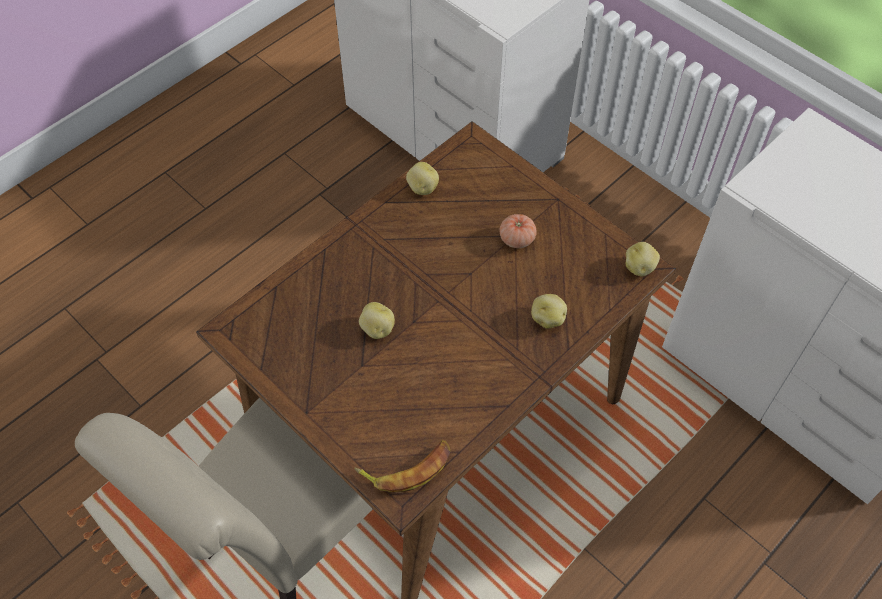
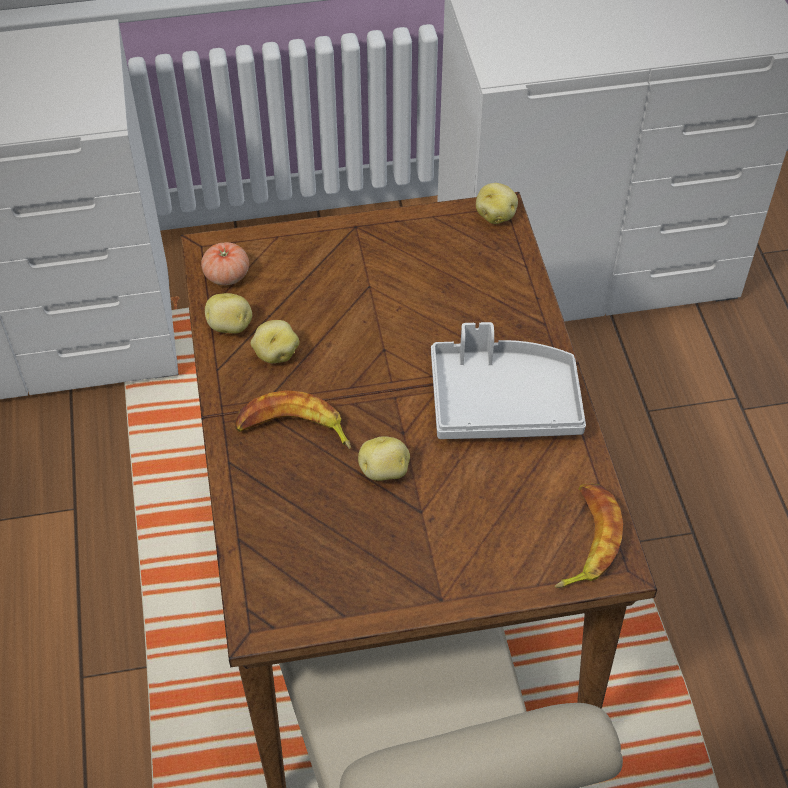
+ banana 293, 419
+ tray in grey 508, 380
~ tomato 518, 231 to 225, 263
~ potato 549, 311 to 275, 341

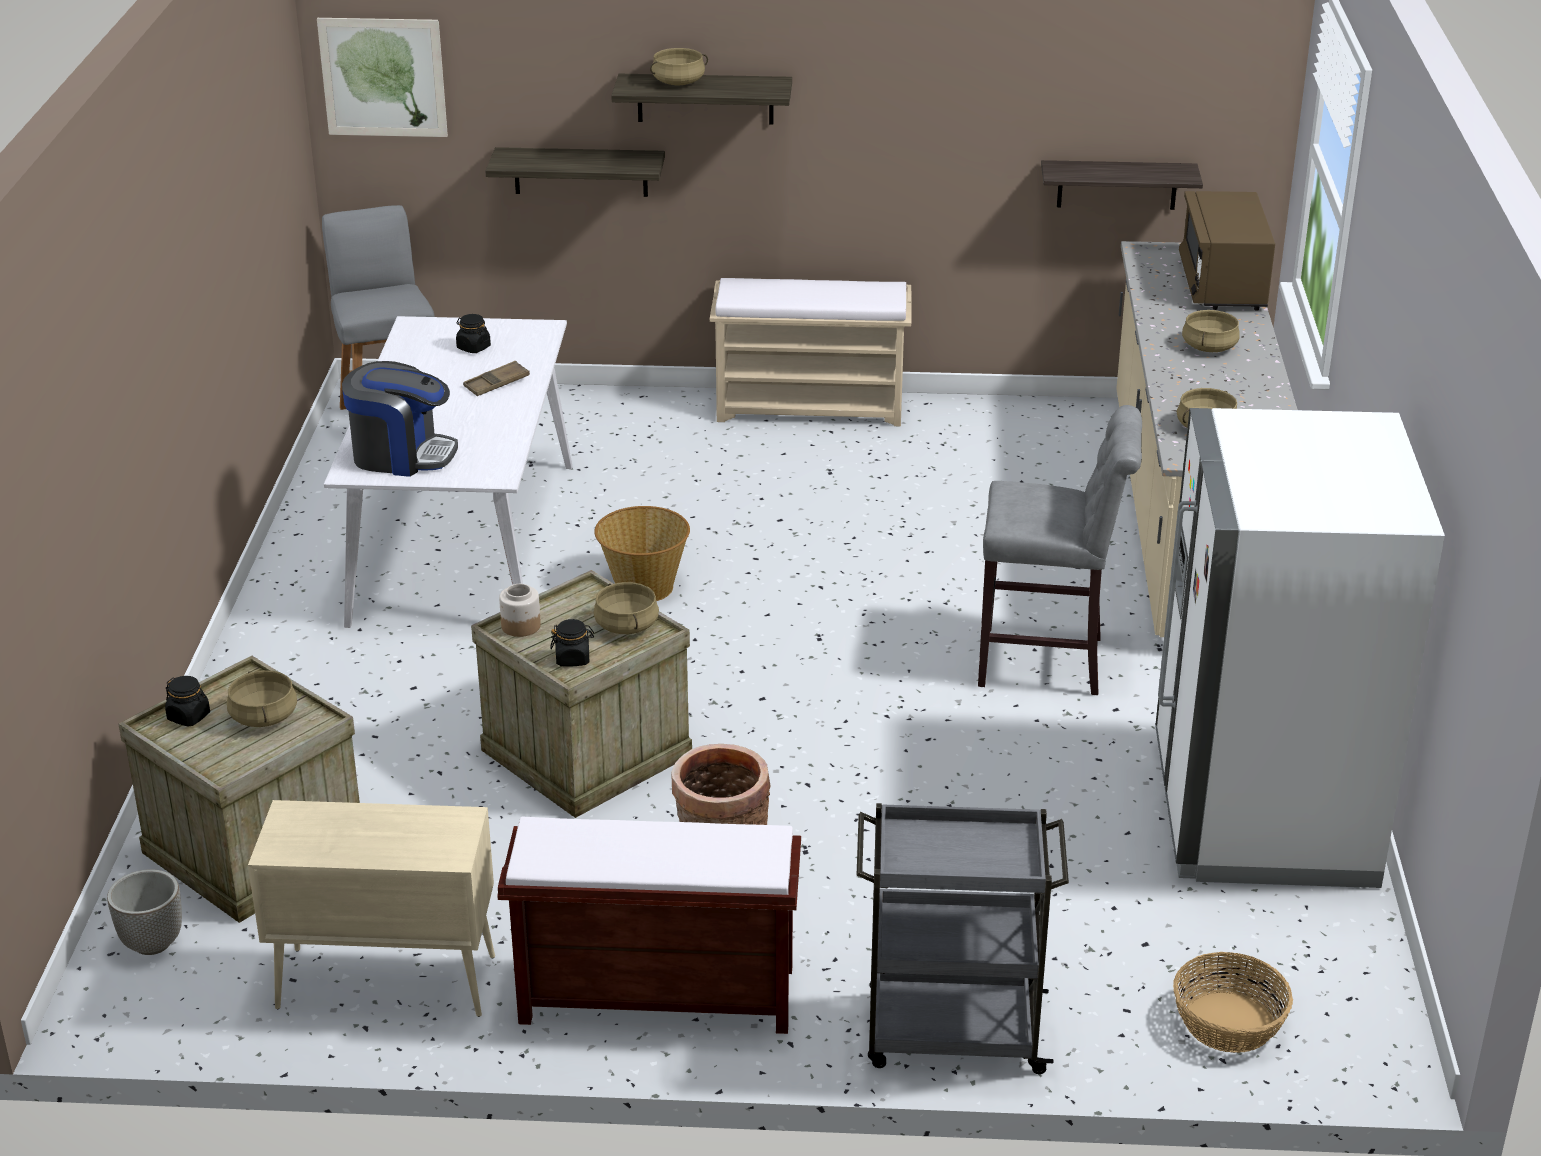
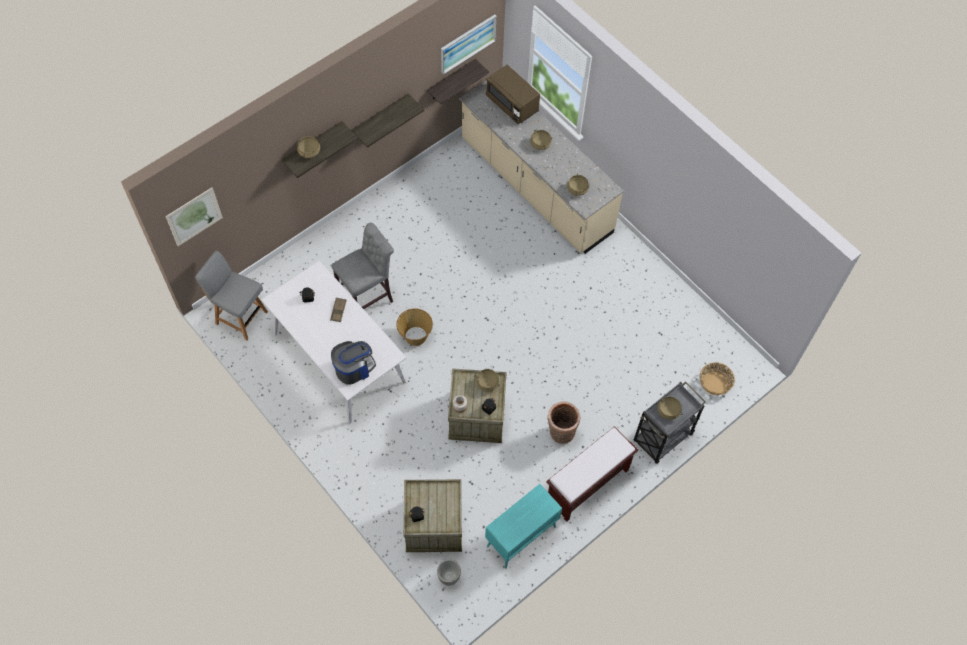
- bench in beige 811, 352
- fridge in white 1300, 648
+ picture 469, 45
~ cooking pot in beige 262, 698 to 669, 408
~ shelf 575, 172 to 387, 120
~ stool in grey 1060, 550 to 362, 266
~ cabinet in beige 371, 908 to cabinet in turquoise 523, 526

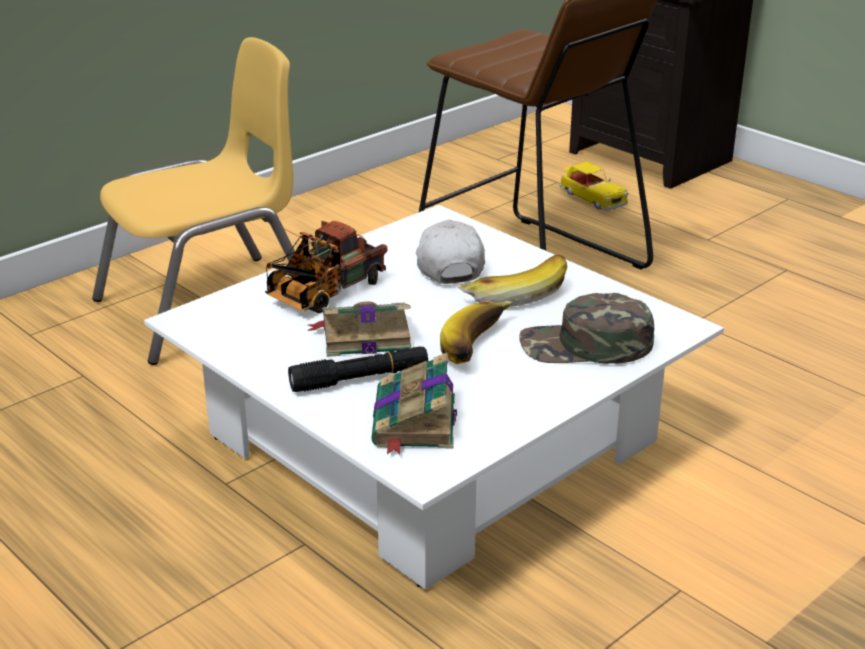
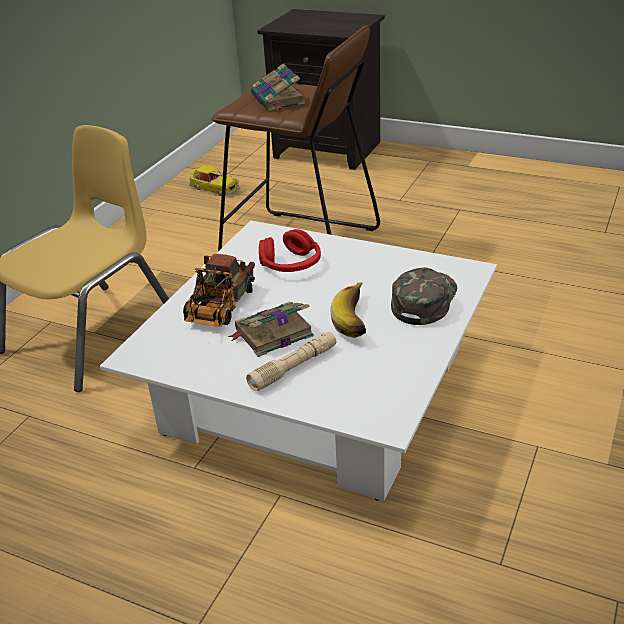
- banana 512, 280
~ book 414, 403 to 278, 87
~ toy car 594, 186 to 214, 180
~ cap in white 450, 252 to headphones in red 290, 250
~ flashlight in black 358, 369 to flashlight in beige 291, 361
~ cap in green 586, 328 = 424, 296 135 degrees clockwise

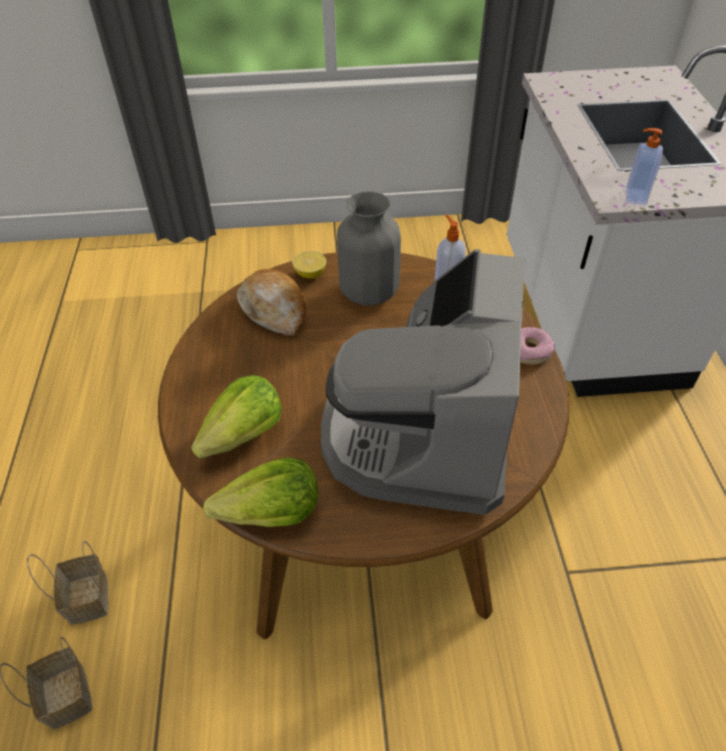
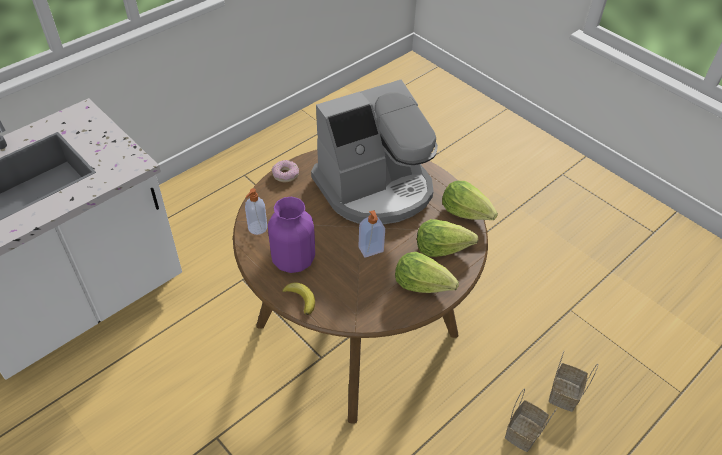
- bread 271, 302
+ lettuce 427, 272
~ soap dispenser 644, 166 to 371, 234
~ lemon 309, 265 to banana 298, 299
~ vase in grey 369, 248 to vase in purple 291, 235

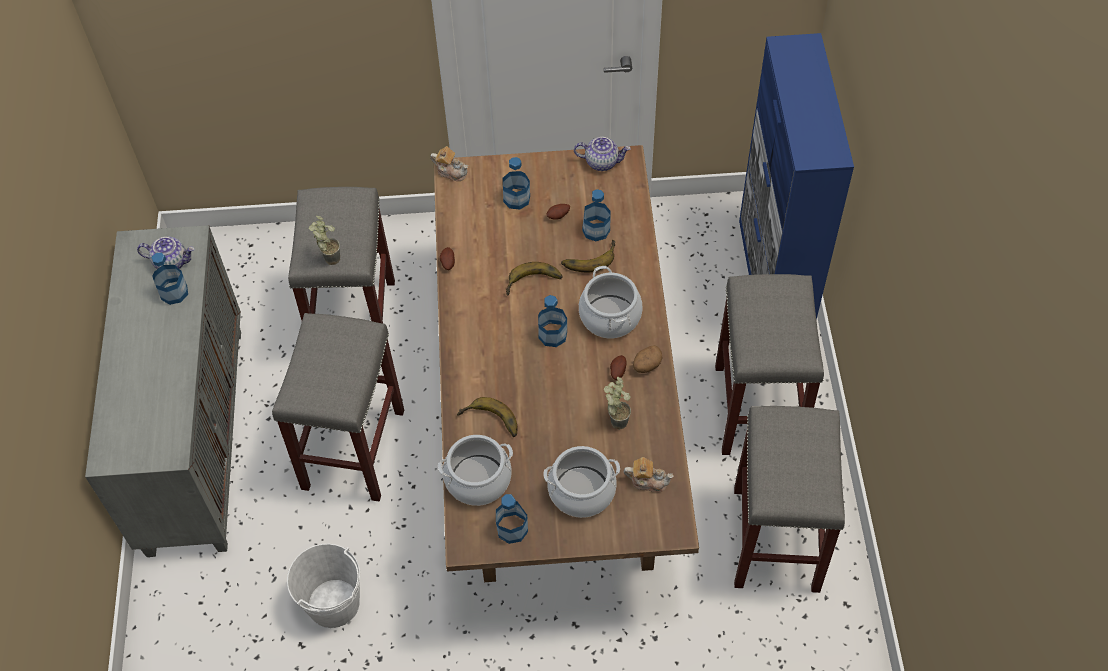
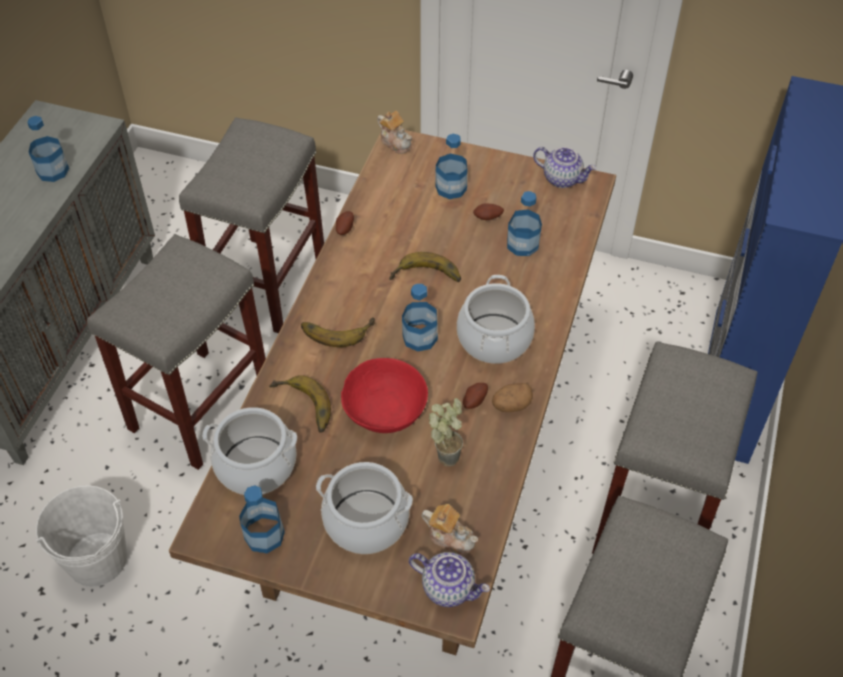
- potted plant 324, 240
+ bowl in red 384, 395
~ teapot 166, 253 to 449, 579
~ banana 588, 256 to 338, 332

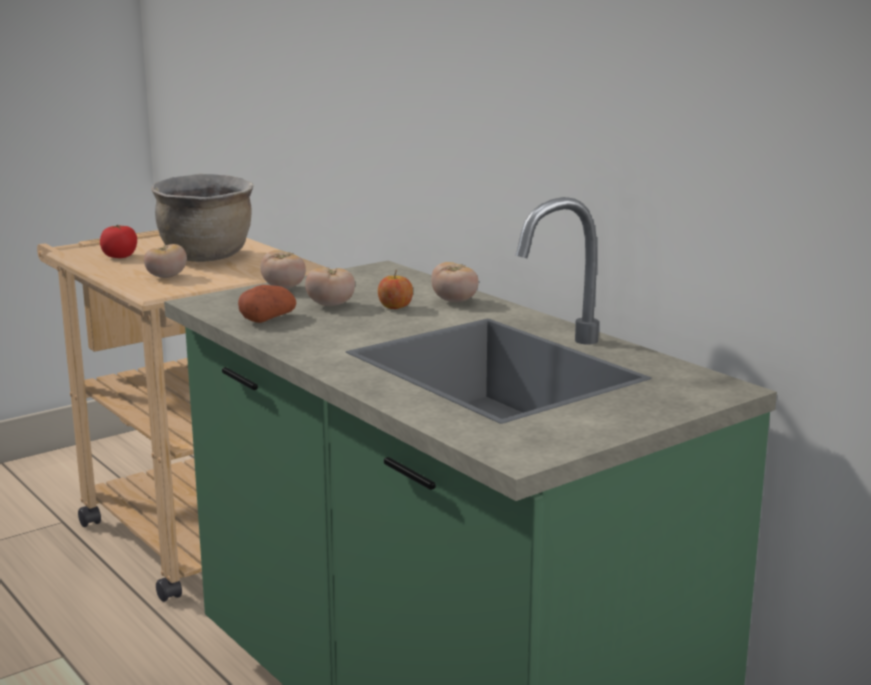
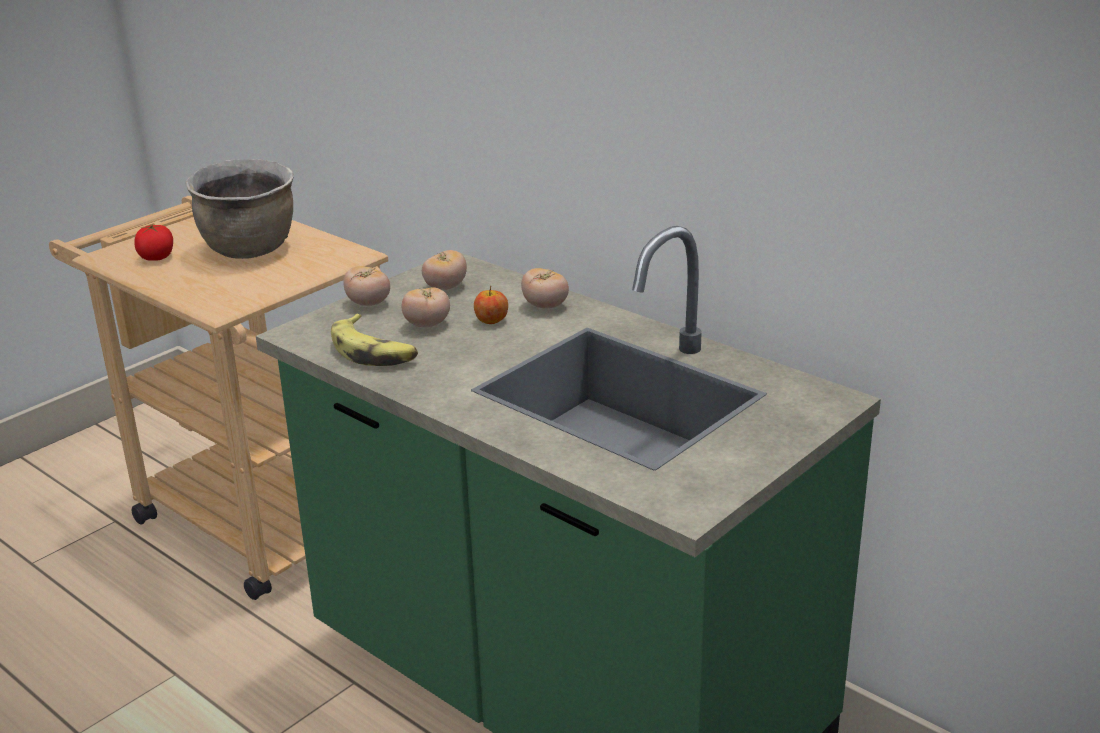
~ tomato 165, 261 to 444, 270
~ potato 267, 304 to banana 374, 340

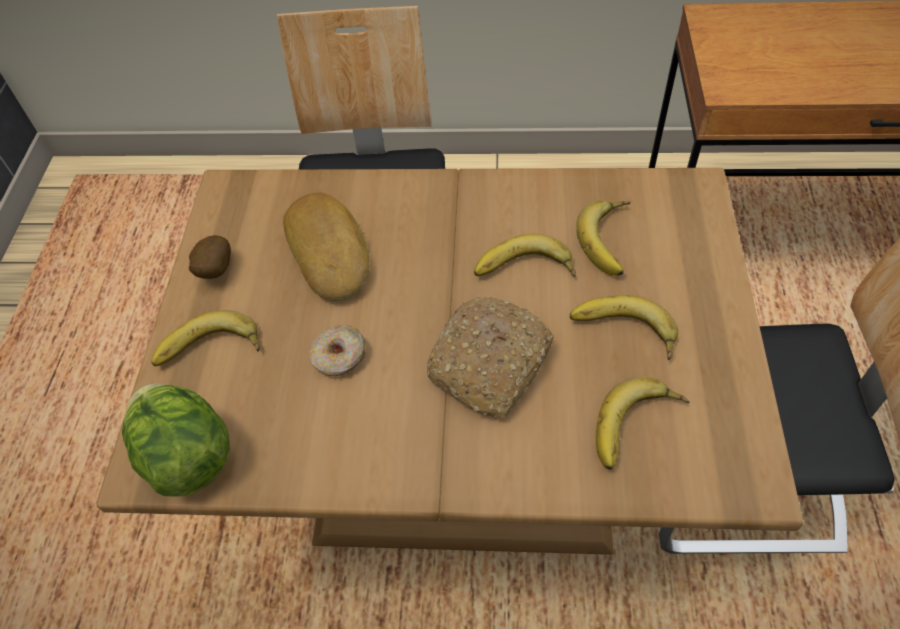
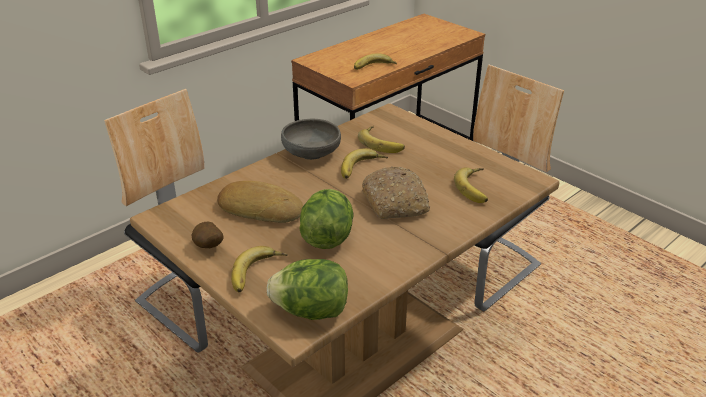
+ bowl in grey 311, 139
~ banana 624, 327 to 375, 61
~ donut 337, 350 to lettuce 326, 219

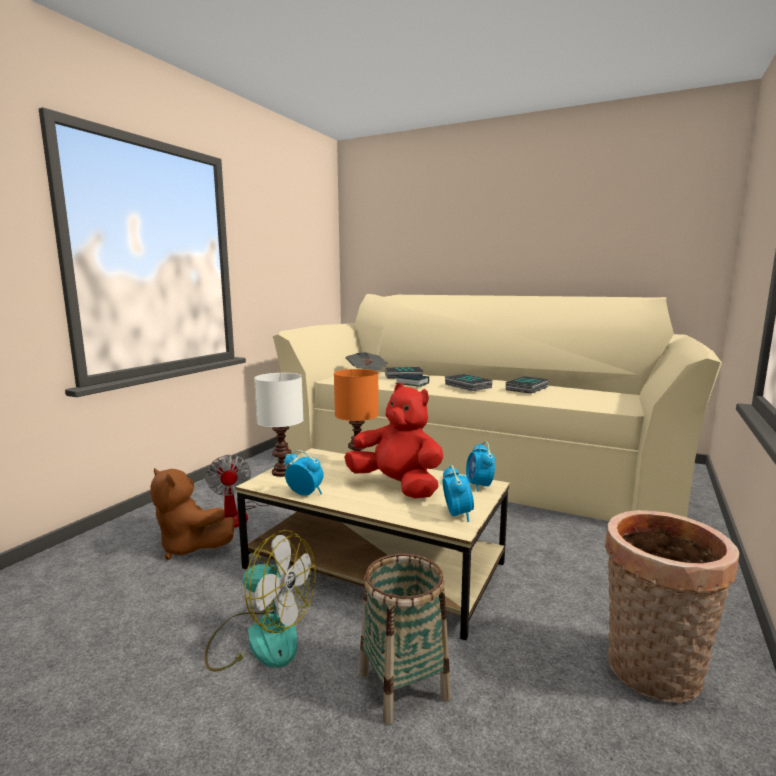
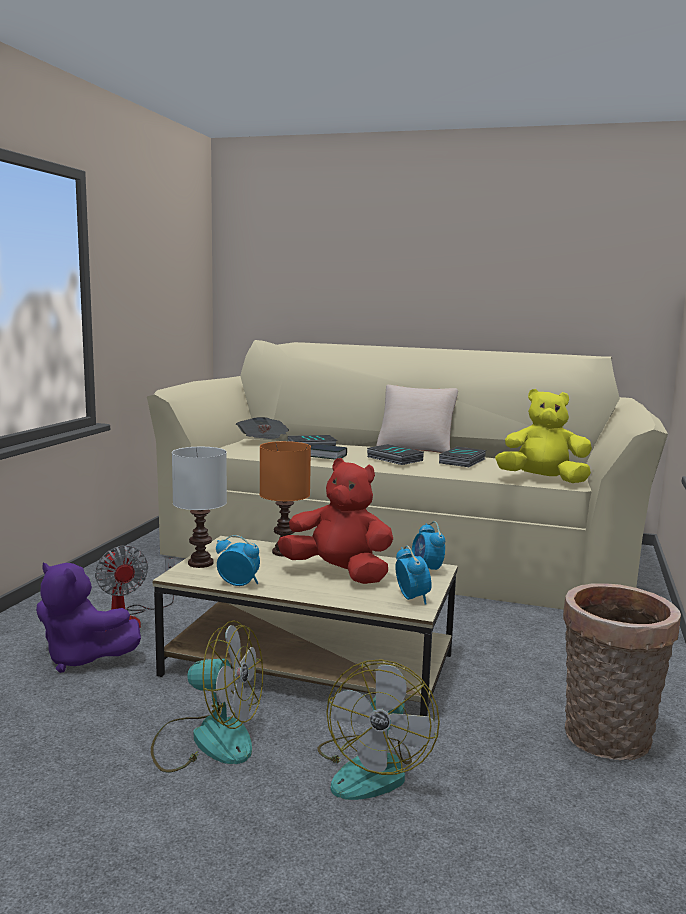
+ pillow in beige 417, 419
+ plush toy in yellow 543, 436
~ basket 405, 638 to fan 379, 729
~ plush toy in brown 192, 514 to plush toy in purple 88, 618

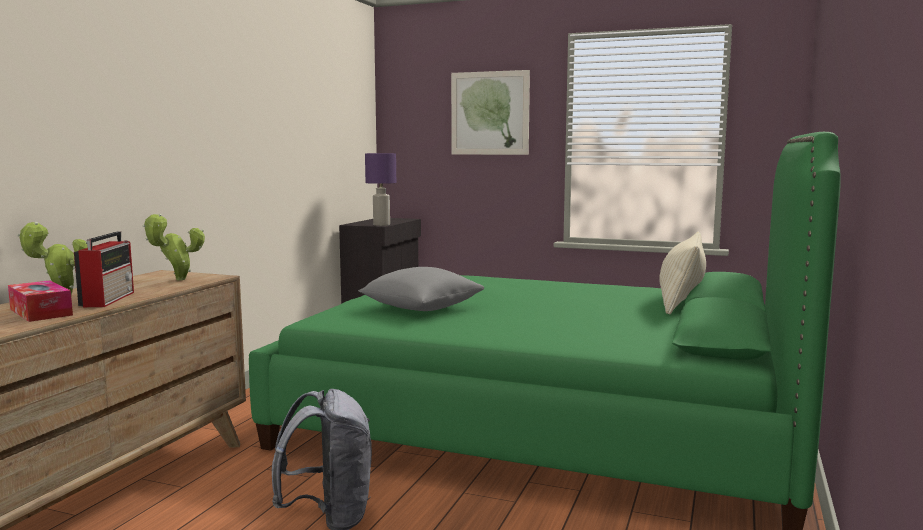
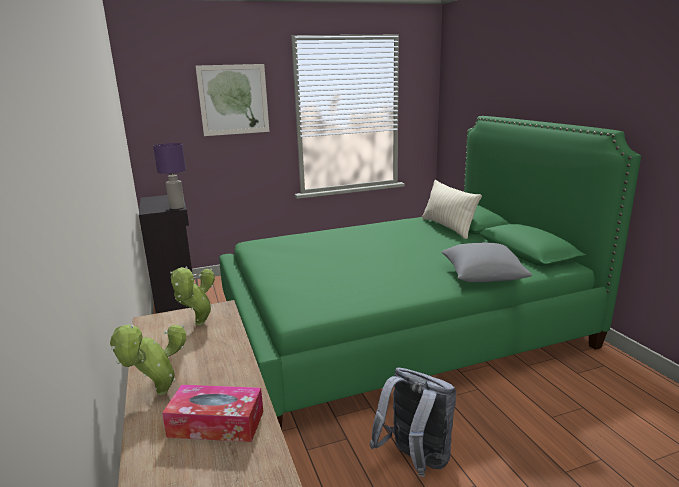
- radio 104, 269
~ pillow in grey 421, 289 to 486, 262

